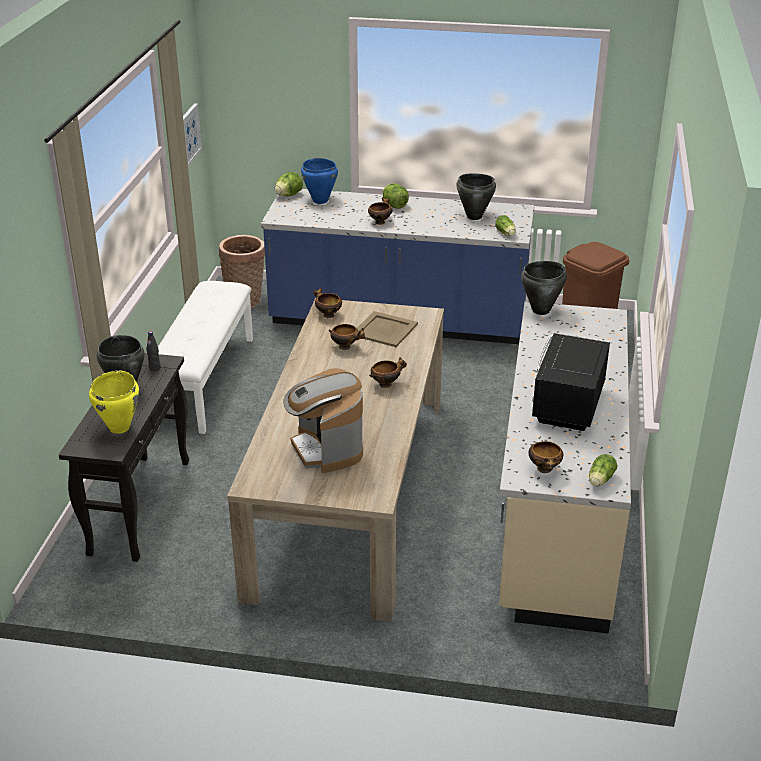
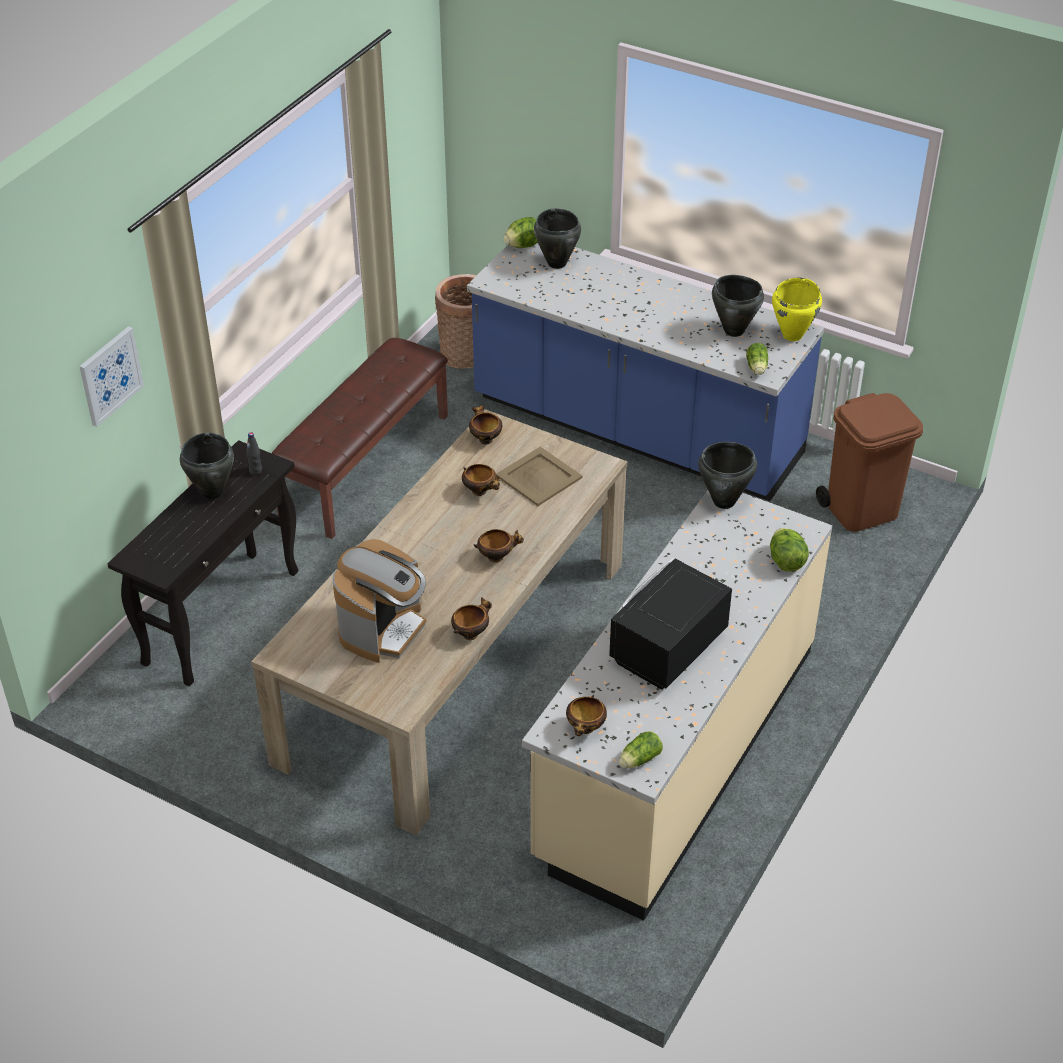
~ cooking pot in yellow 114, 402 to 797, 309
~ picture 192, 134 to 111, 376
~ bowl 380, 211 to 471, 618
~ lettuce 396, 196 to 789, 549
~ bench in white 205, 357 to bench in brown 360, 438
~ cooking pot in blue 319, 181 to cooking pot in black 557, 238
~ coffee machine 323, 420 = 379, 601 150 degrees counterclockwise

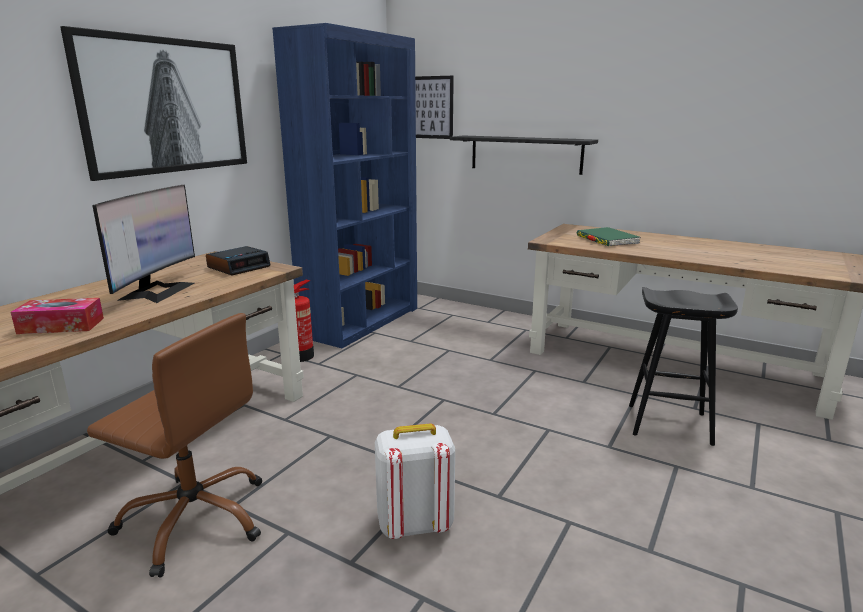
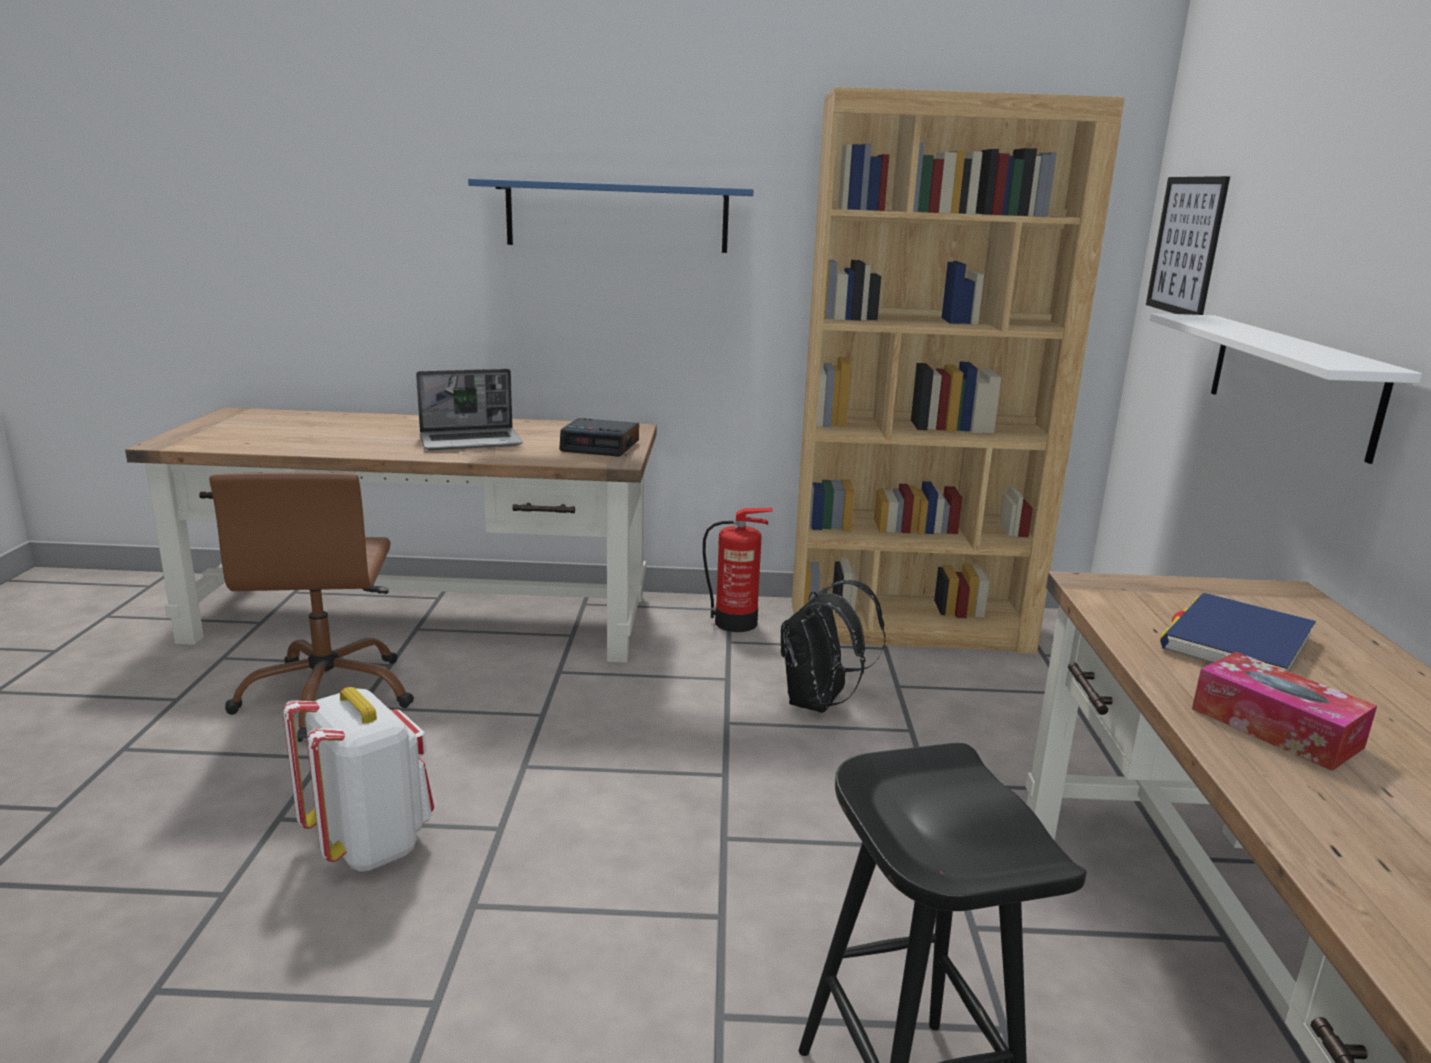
+ backpack in black 833, 646
~ tissue box 57, 316 to 1284, 711
~ picture 153, 103 to shelf in blue 611, 216
~ monitor 143, 244 to laptop 469, 409
~ bookcase in blue 344, 185 to bookcase in brown 958, 370
~ shelf in black 524, 155 to shelf in white 1286, 388
~ book in green 608, 236 to book in blue 1238, 632

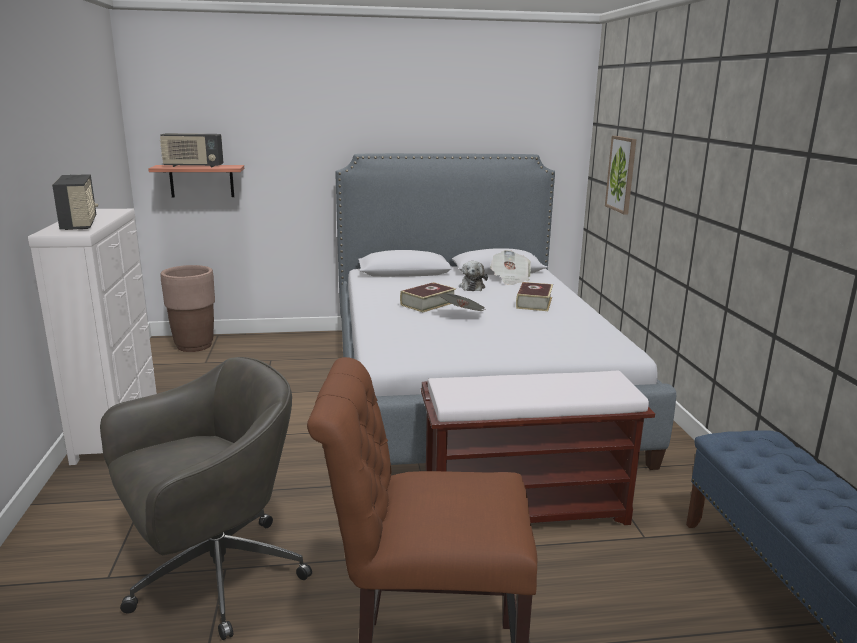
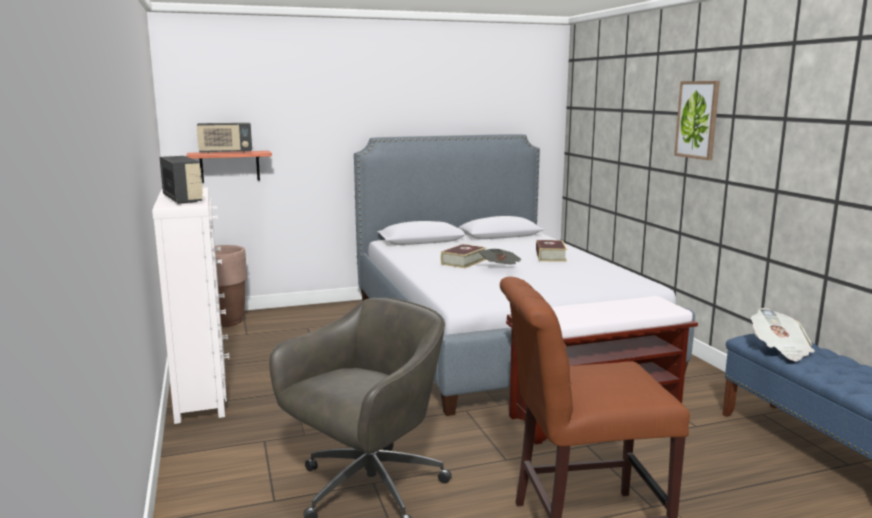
- plush toy 473, 276
~ newspaper 510, 267 to 783, 334
~ picture 621, 175 to 697, 120

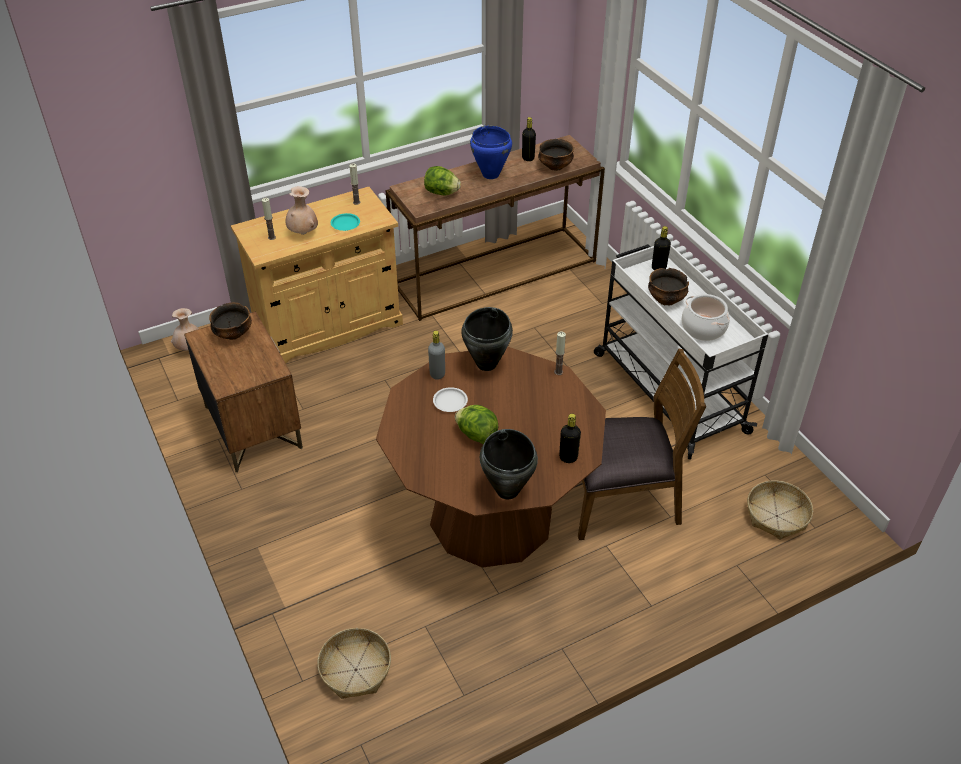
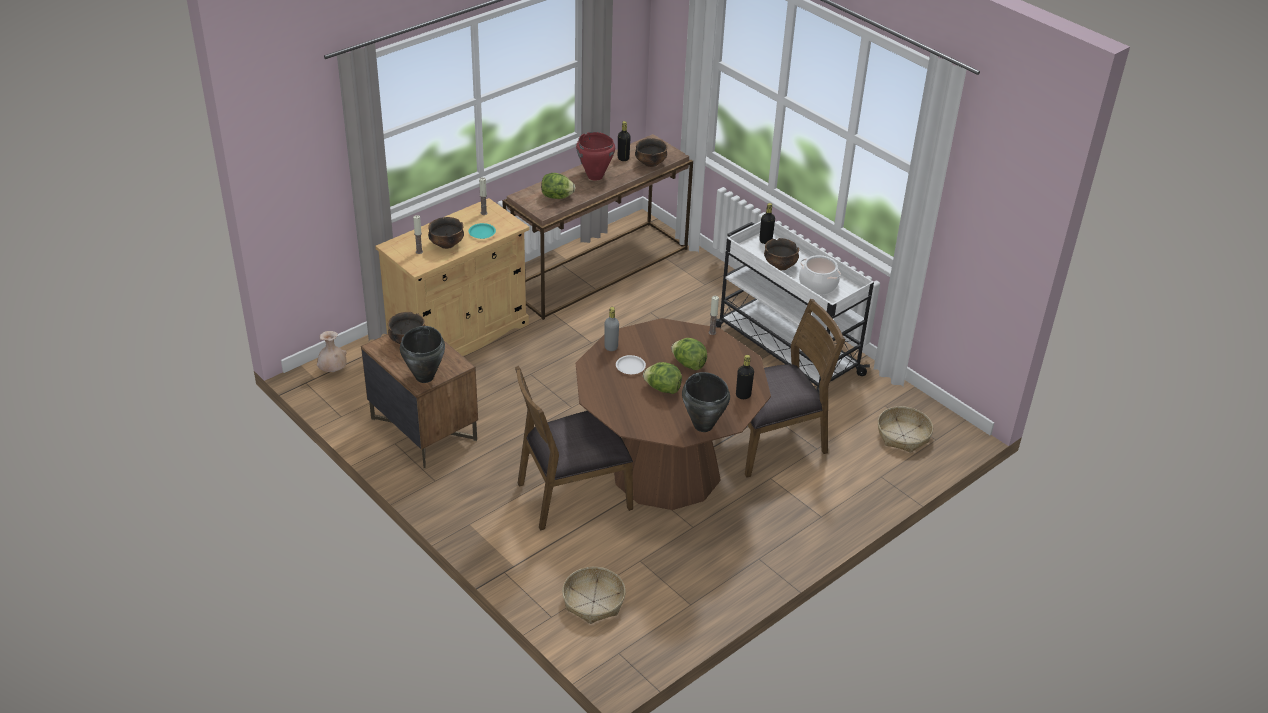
+ chair in brown 574, 448
+ lettuce 689, 354
~ cooking pot in black 487, 339 to 422, 354
~ vase in beige 301, 210 to bowl 446, 233
~ cooking pot in blue 491, 152 to cooking pot in red 595, 156

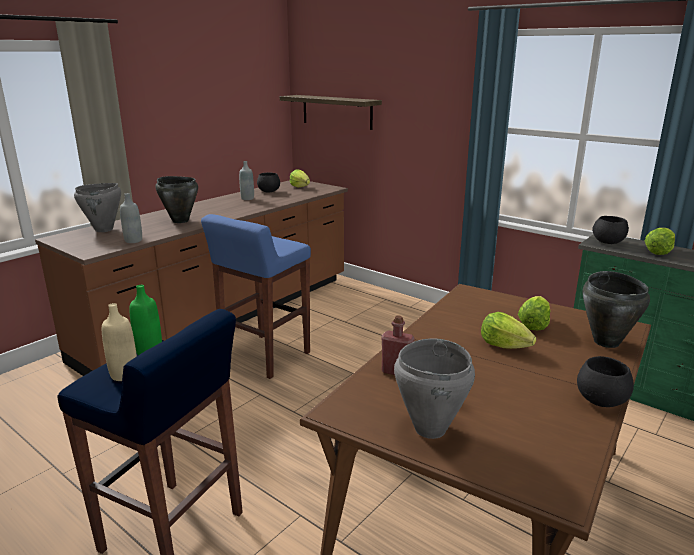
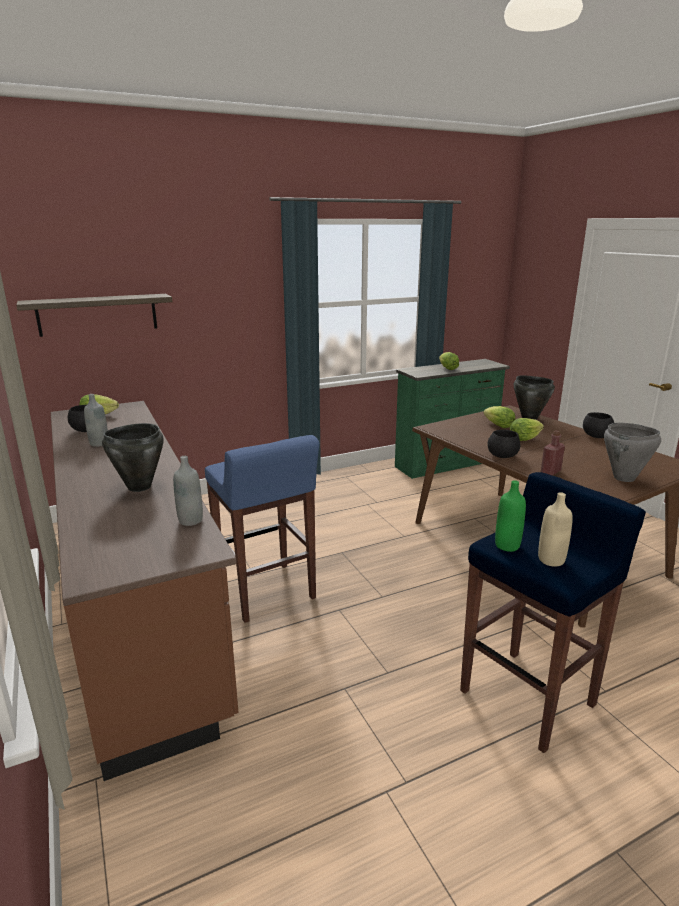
- cooking pot in grey 97, 207
~ bowl in black 610, 230 to 504, 444

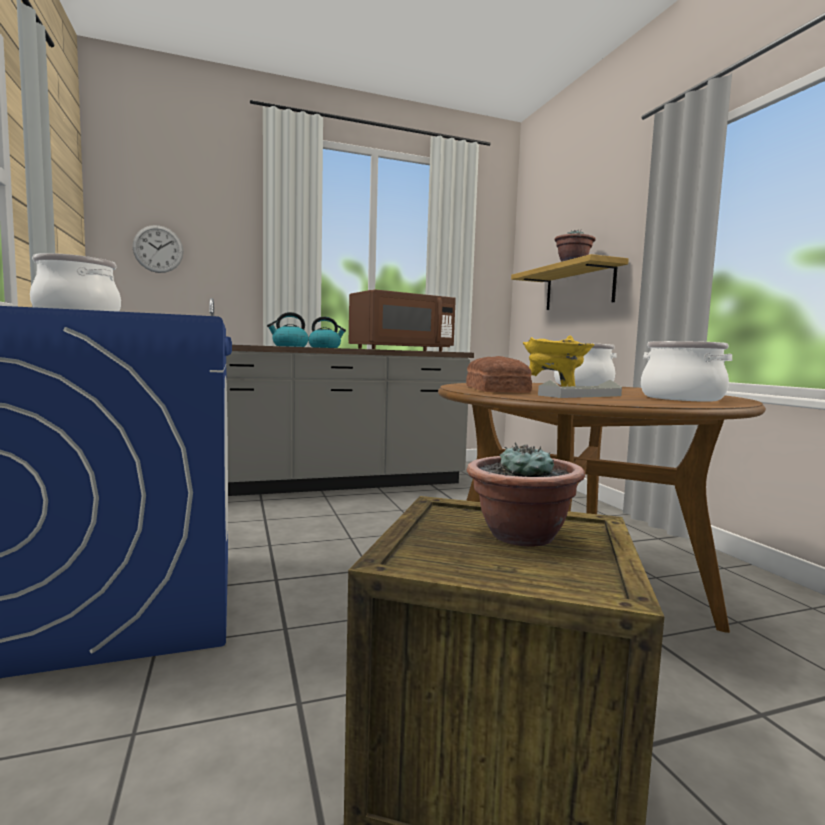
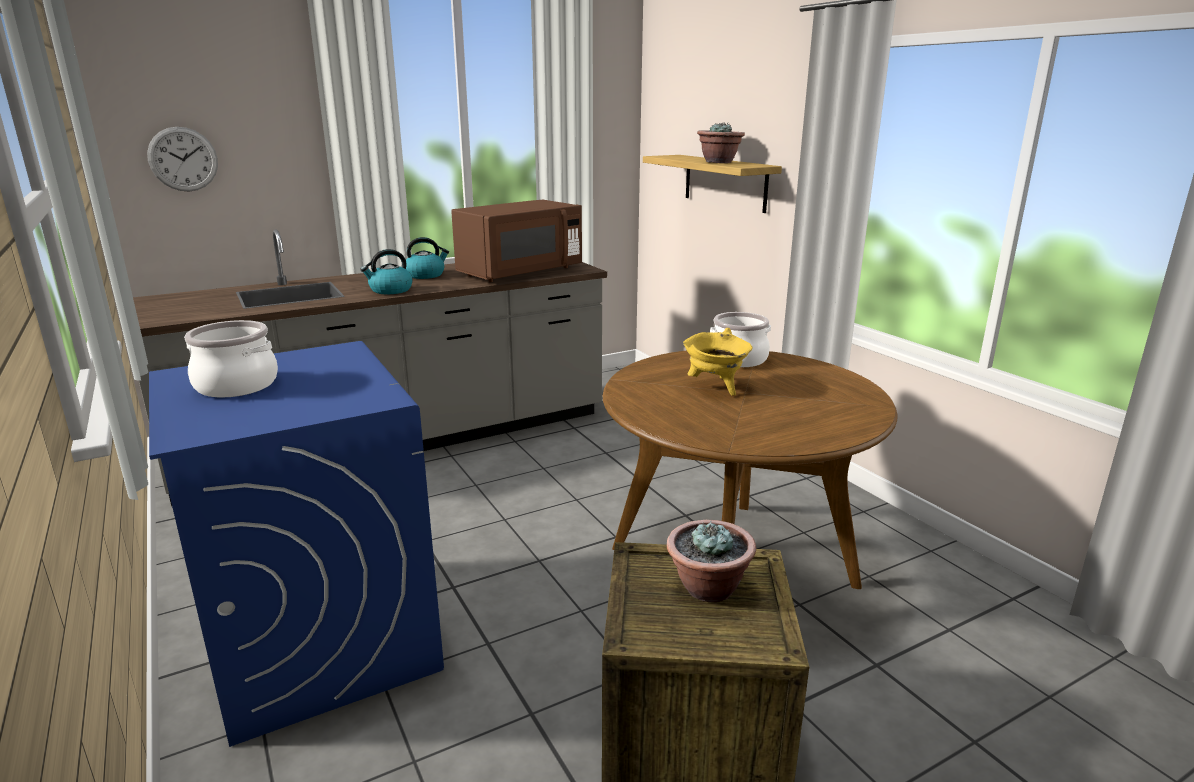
- bread 499, 374
- tray in grey 580, 389
- cooking pot 686, 371

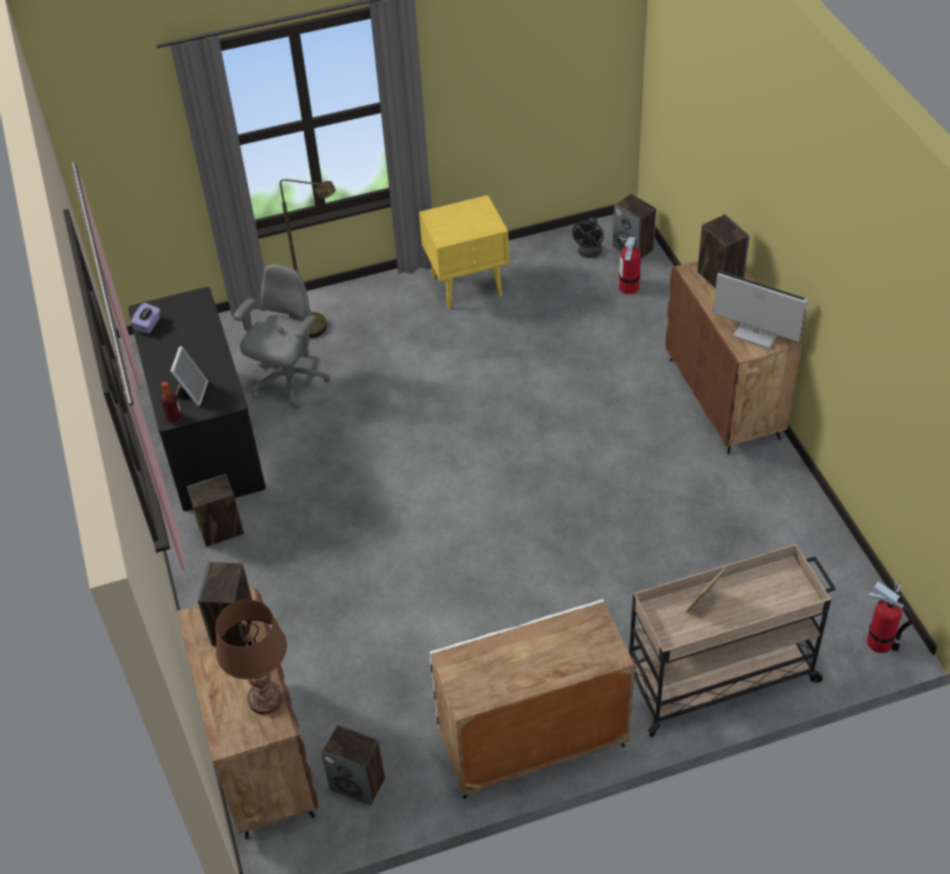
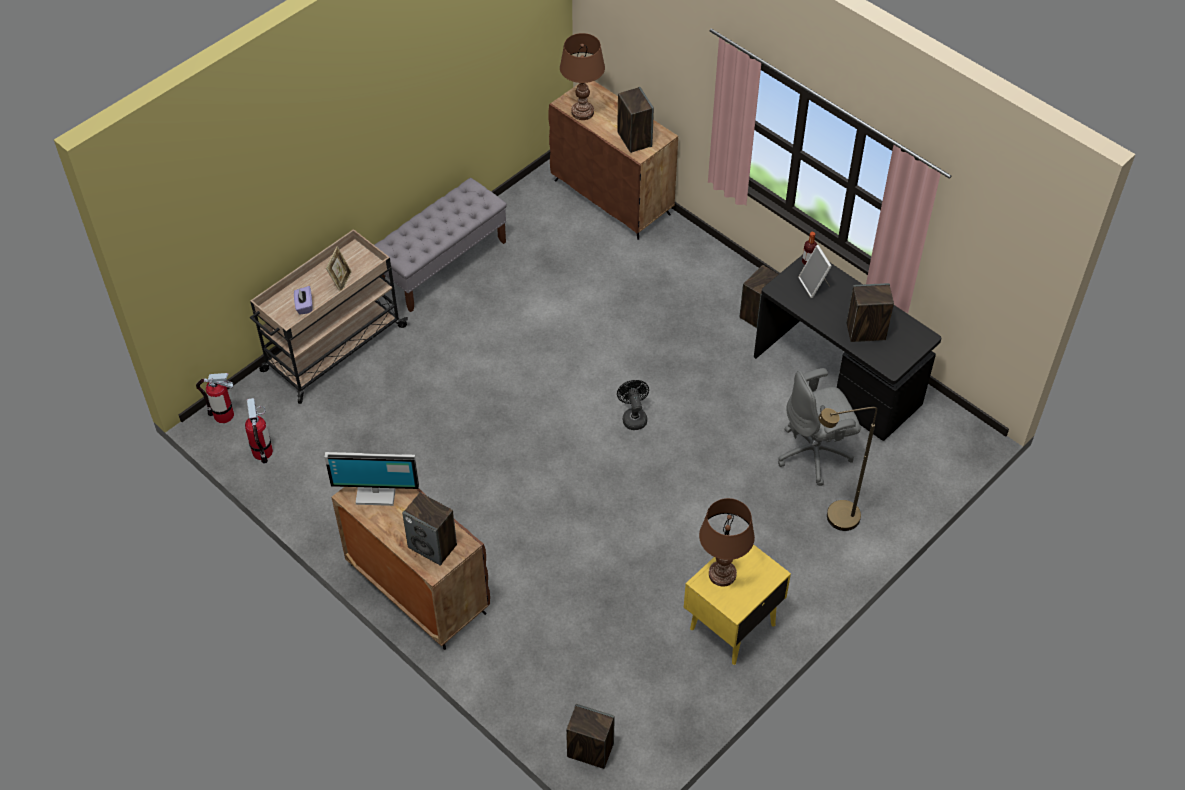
+ table lamp in brown 727, 542
~ tissue box in purple 145, 318 to 303, 300
~ speaker 353, 765 to 870, 312
~ fan in black 588, 237 to 633, 405
~ fire extinguisher 629, 264 to 259, 431
~ cabinet in white 532, 699 to bench in grey 441, 245
~ office chair in grey 281, 336 = 819, 427 75 degrees clockwise

